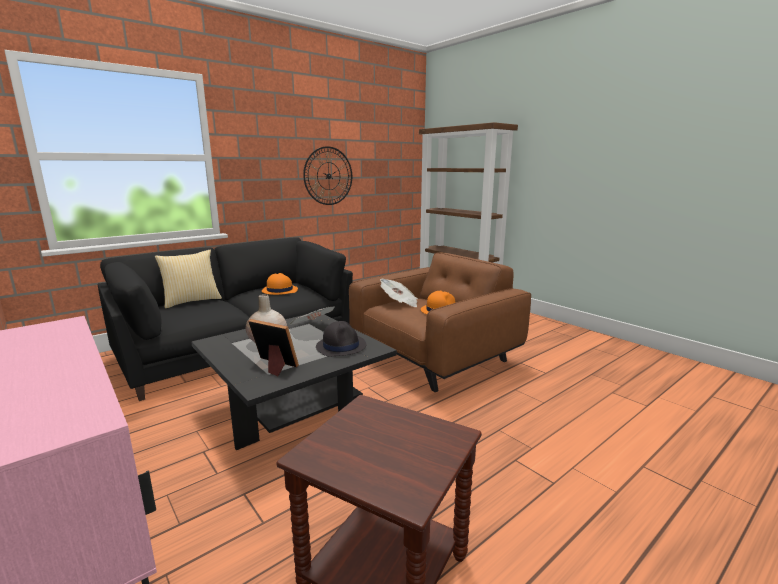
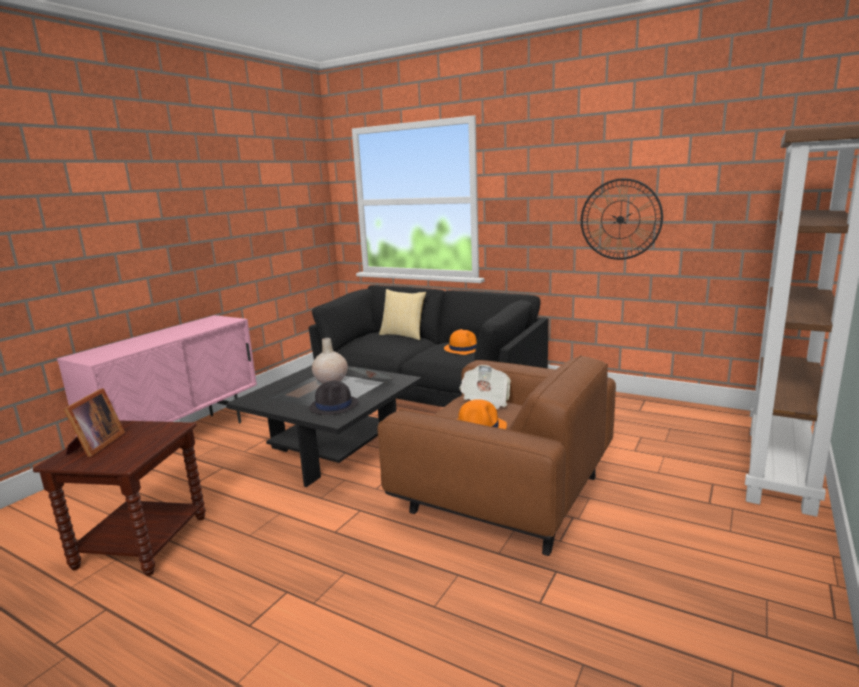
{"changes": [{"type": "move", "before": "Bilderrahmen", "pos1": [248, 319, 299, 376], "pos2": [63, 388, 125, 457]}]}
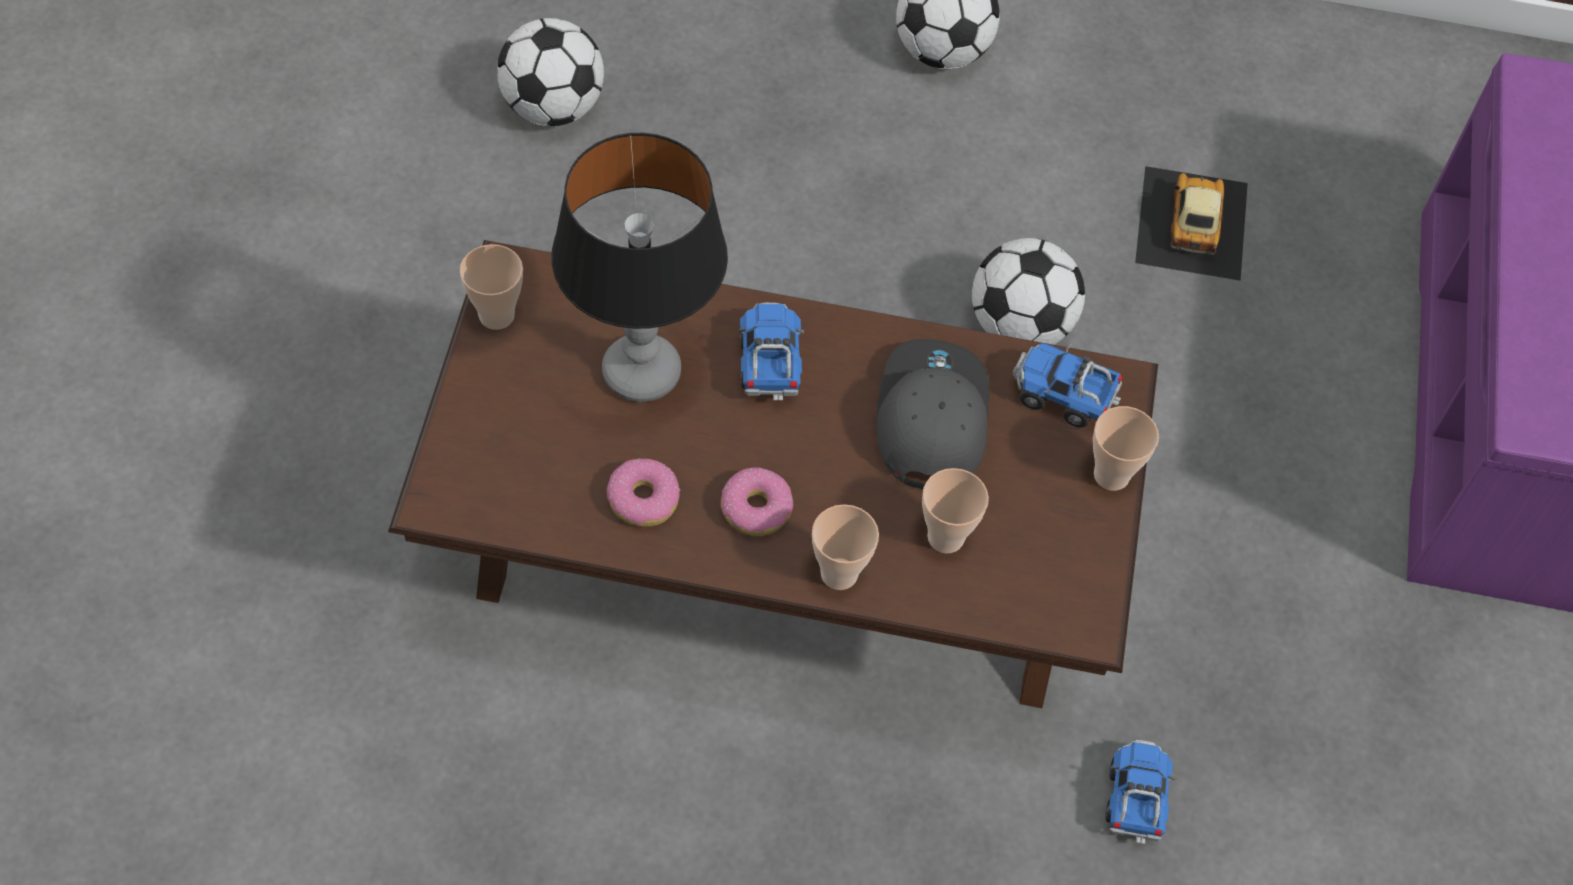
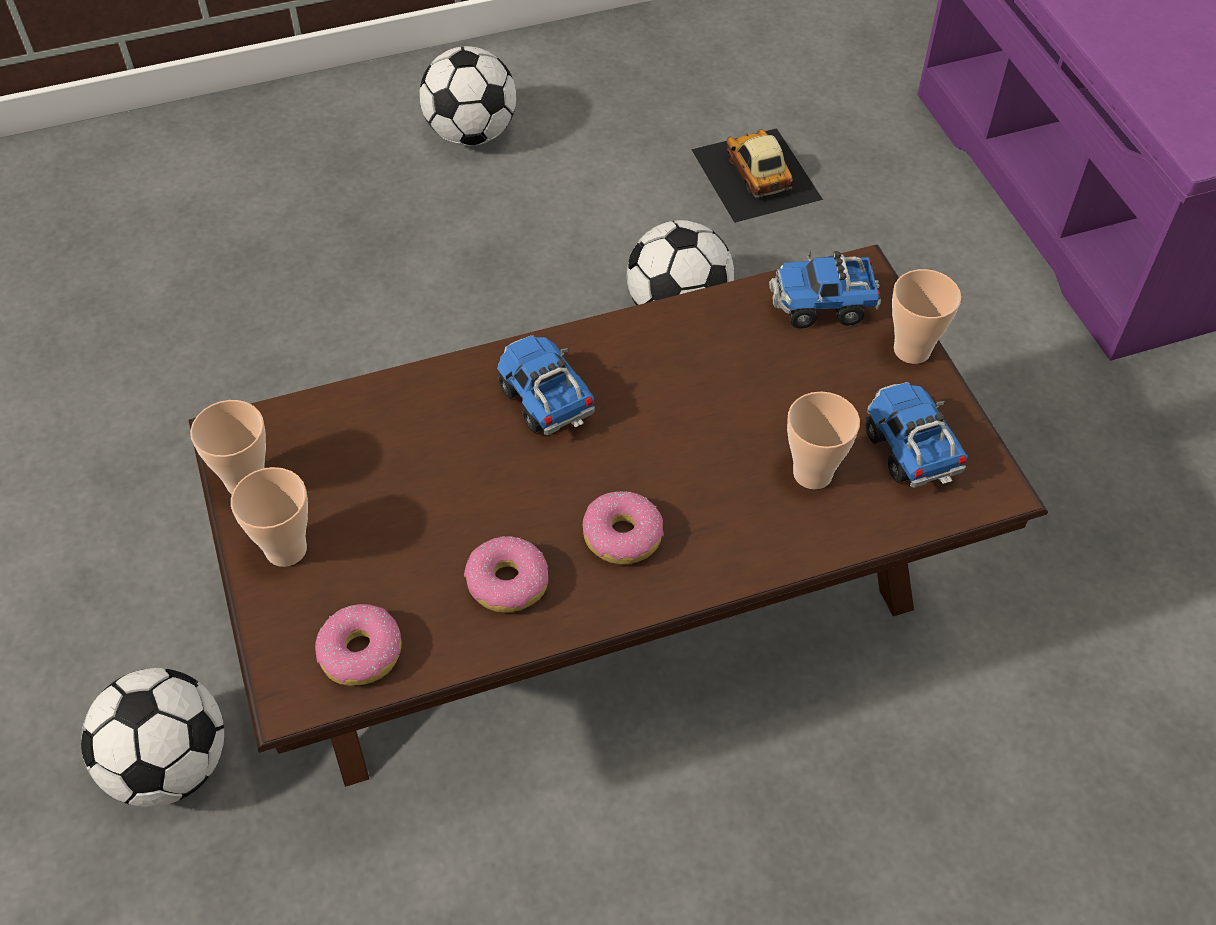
{"changes": [{"type": "move", "before": "Fußball", "pos1": [497, 18, 604, 126], "pos2": [81, 668, 224, 807]}, {"type": "delete", "before": "Tischlampe", "pos1": [552, 133, 728, 402]}, {"type": "delete", "before": "Kappe/grau", "pos1": [876, 339, 989, 489]}, {"type": "move", "before": "Tasse", "pos1": [812, 504, 879, 590], "pos2": [231, 467, 308, 567]}, {"type": "move", "before": "Spielzeuglaster", "pos1": [1106, 740, 1176, 844], "pos2": [865, 382, 968, 488]}, {"type": "insert", "after": "Donut", "pos2": [315, 604, 402, 686]}]}
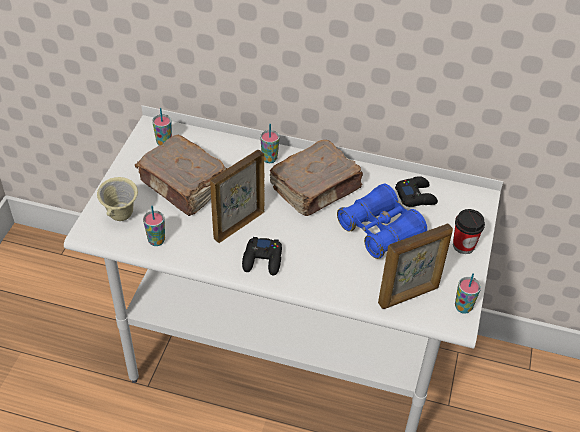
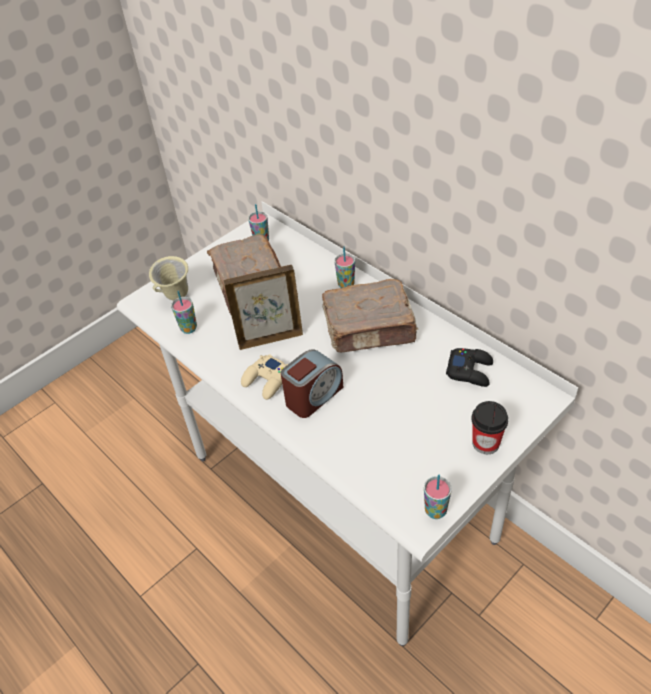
{"changes": [{"type": "delete", "before": "Fernglas/blau", "pos1": [337, 184, 427, 259]}, {"type": "delete", "before": "Bilderrahmen", "pos1": [378, 223, 453, 309]}, {"type": "recolor", "before": "Gamepad/schwarz", "after": "Gamepad/beige", "pos1": [242, 237, 282, 276], "pos2": [241, 354, 288, 400]}, {"type": "insert", "after": "Wecker", "pos2": [281, 349, 343, 418]}]}
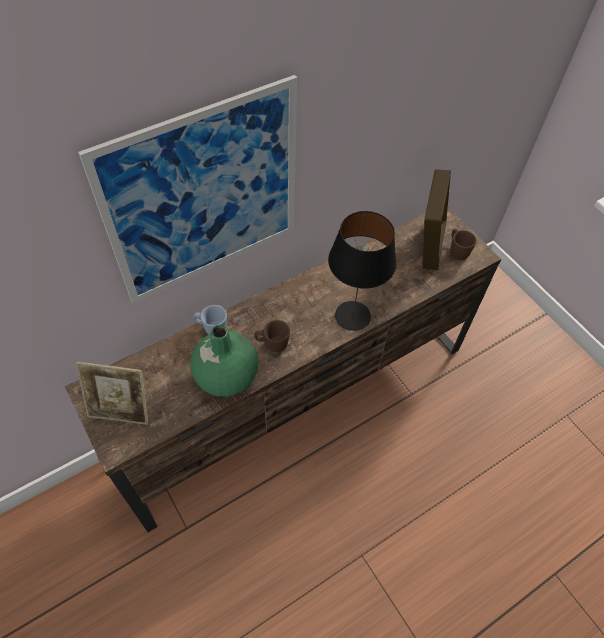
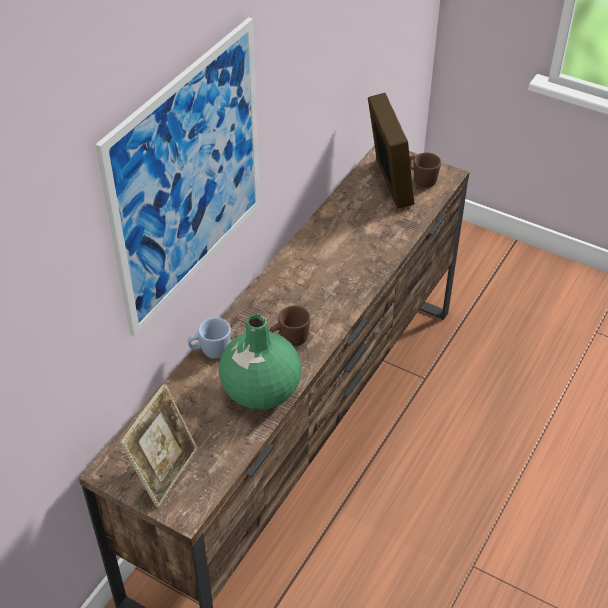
{"changes": [{"type": "delete", "before": "Tischlampe/schwarz", "pos1": [328, 211, 396, 331]}, {"type": "rotate", "before": "Bilderrahmen", "pos1": [76, 362, 148, 425], "pos2": [120, 384, 198, 508], "turn": -45}]}
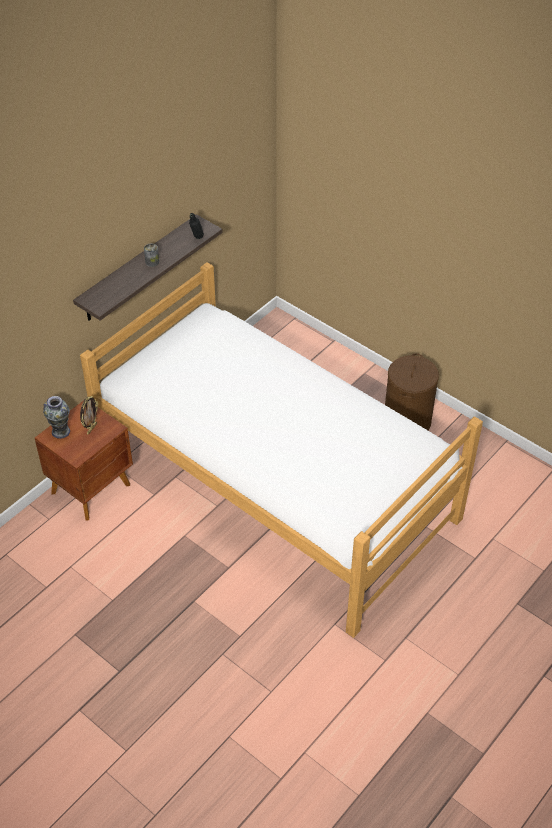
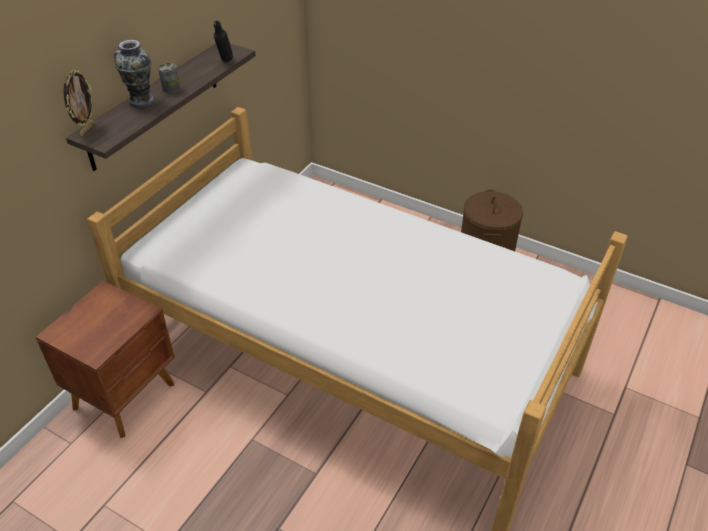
{"changes": [{"type": "move", "before": "Vase", "pos1": [43, 396, 70, 439], "pos2": [114, 40, 155, 108]}, {"type": "move", "before": "Bilderrahmen", "pos1": [80, 396, 98, 435], "pos2": [63, 70, 95, 136]}]}
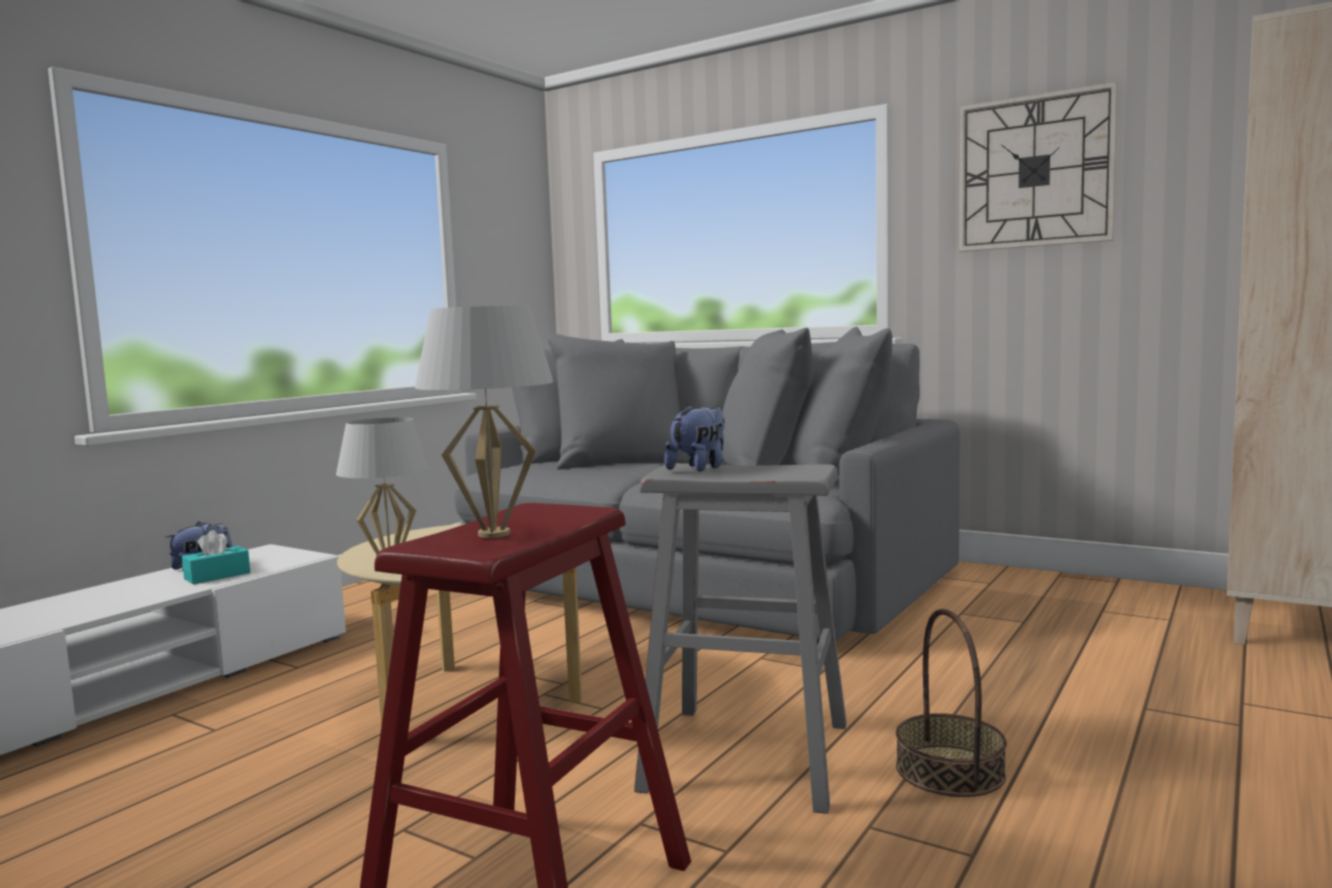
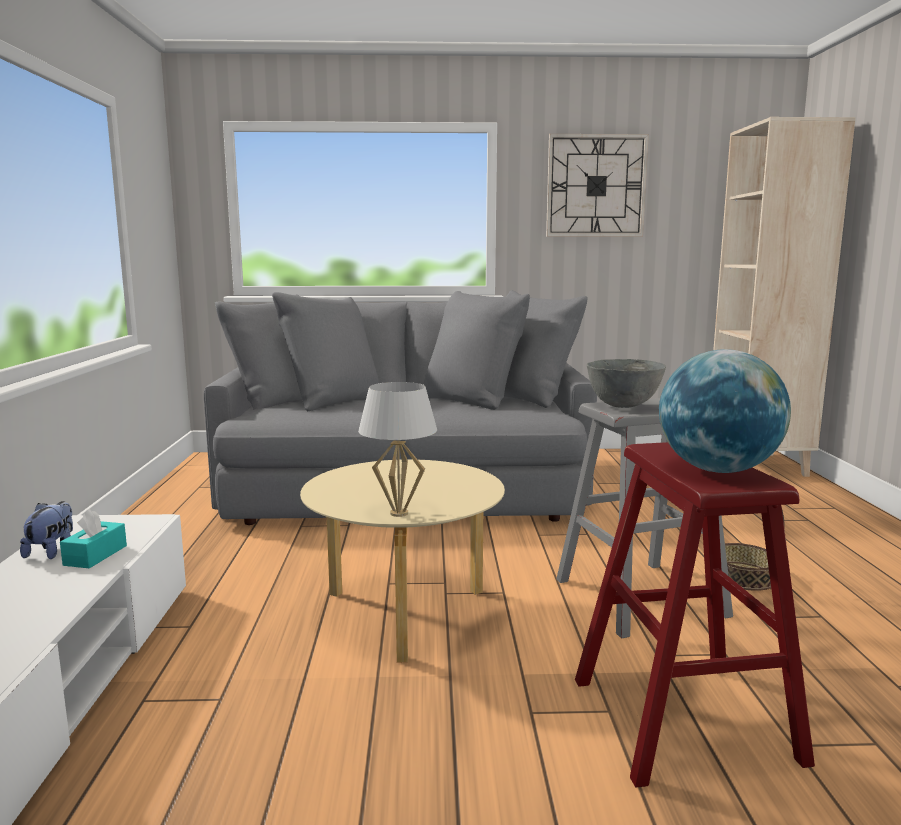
{"changes": [{"type": "replace", "before": "Tischlampe/weiß", "after": "Globus", "pos1": [415, 306, 554, 538], "pos2": [659, 349, 791, 473]}, {"type": "replace", "before": "Plüschtier", "after": "Schüssel/grau", "pos1": [664, 404, 725, 472], "pos2": [587, 359, 666, 408]}]}
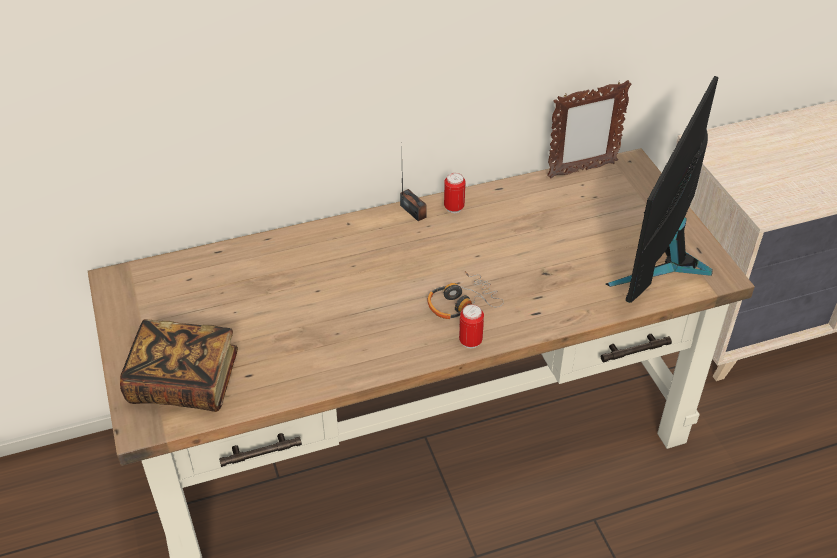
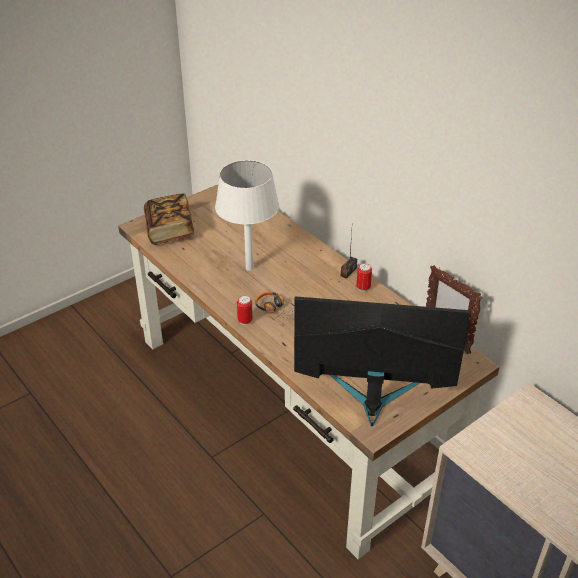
{"changes": [{"type": "insert", "after": "Tischlampe/weiß", "pos2": [215, 160, 279, 271]}]}
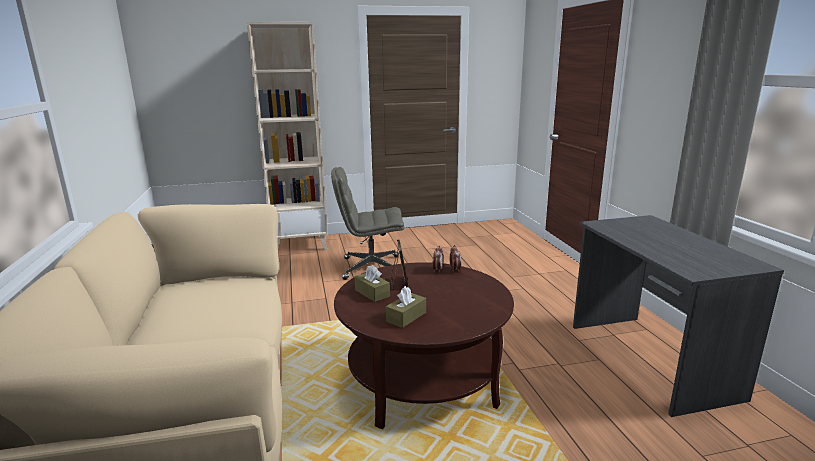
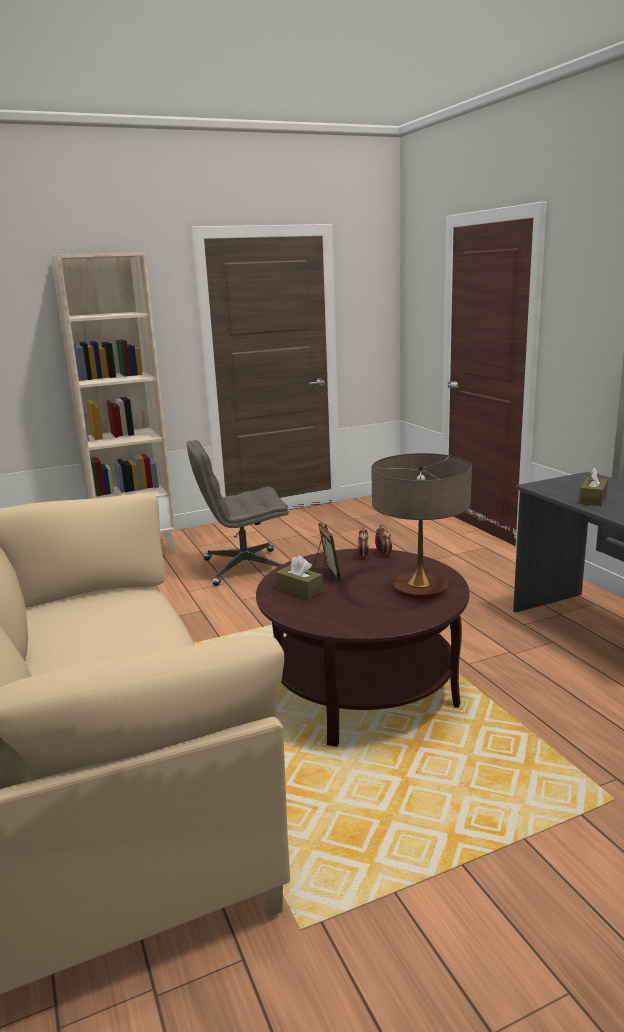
{"changes": [{"type": "move", "before": "Taschentuchbox/braun", "pos1": [386, 286, 426, 328], "pos2": [579, 468, 608, 506]}, {"type": "insert", "after": "Tischlampe", "pos2": [371, 453, 472, 599]}]}
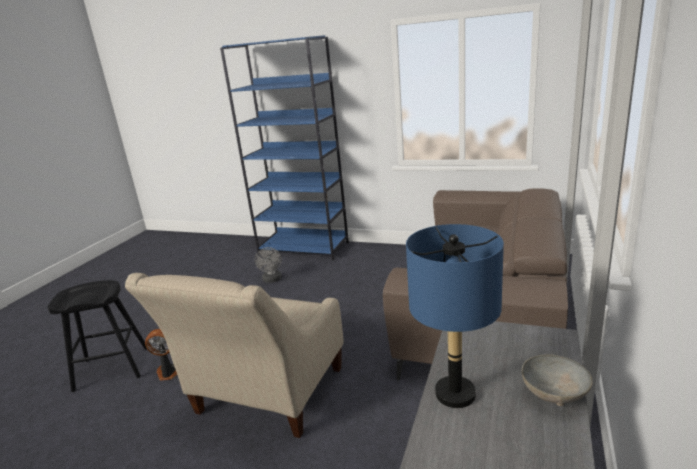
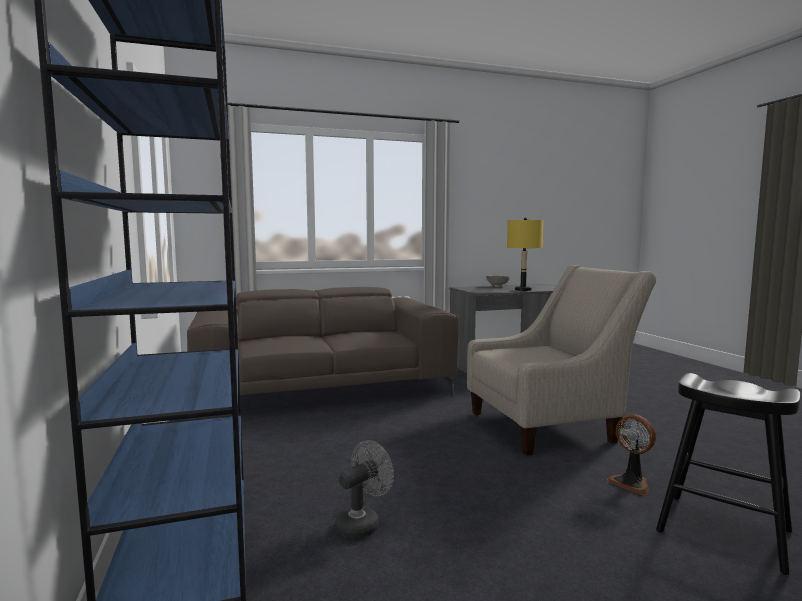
{"changes": [{"type": "recolor", "before": "Tischlampe/blau", "after": "Tischlampe/gelb", "pos1": [406, 224, 504, 408], "pos2": [507, 218, 543, 291]}]}
